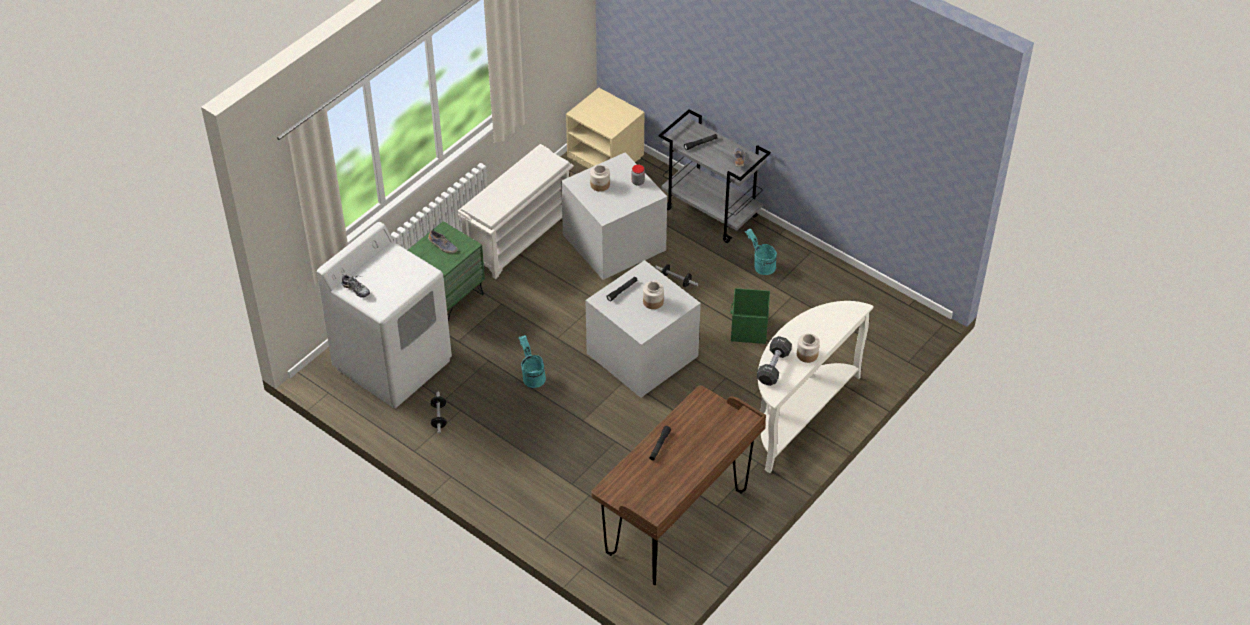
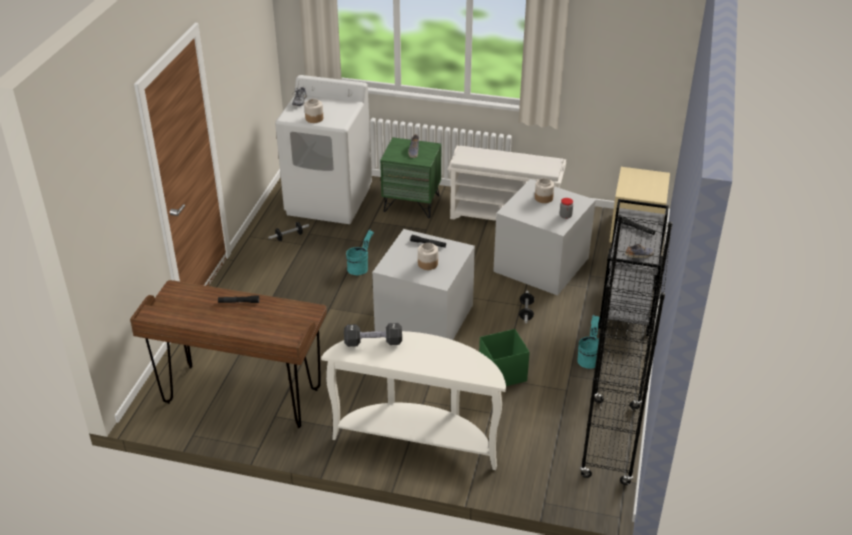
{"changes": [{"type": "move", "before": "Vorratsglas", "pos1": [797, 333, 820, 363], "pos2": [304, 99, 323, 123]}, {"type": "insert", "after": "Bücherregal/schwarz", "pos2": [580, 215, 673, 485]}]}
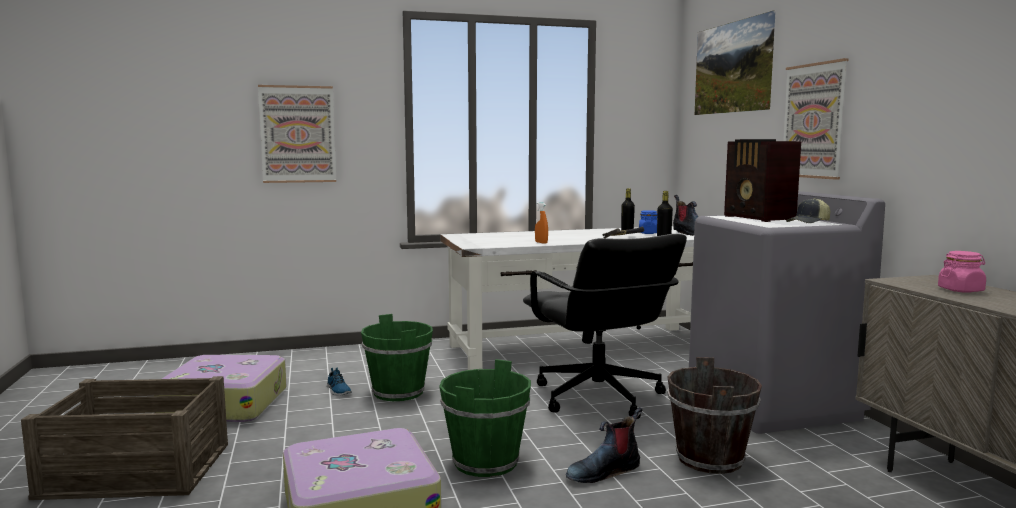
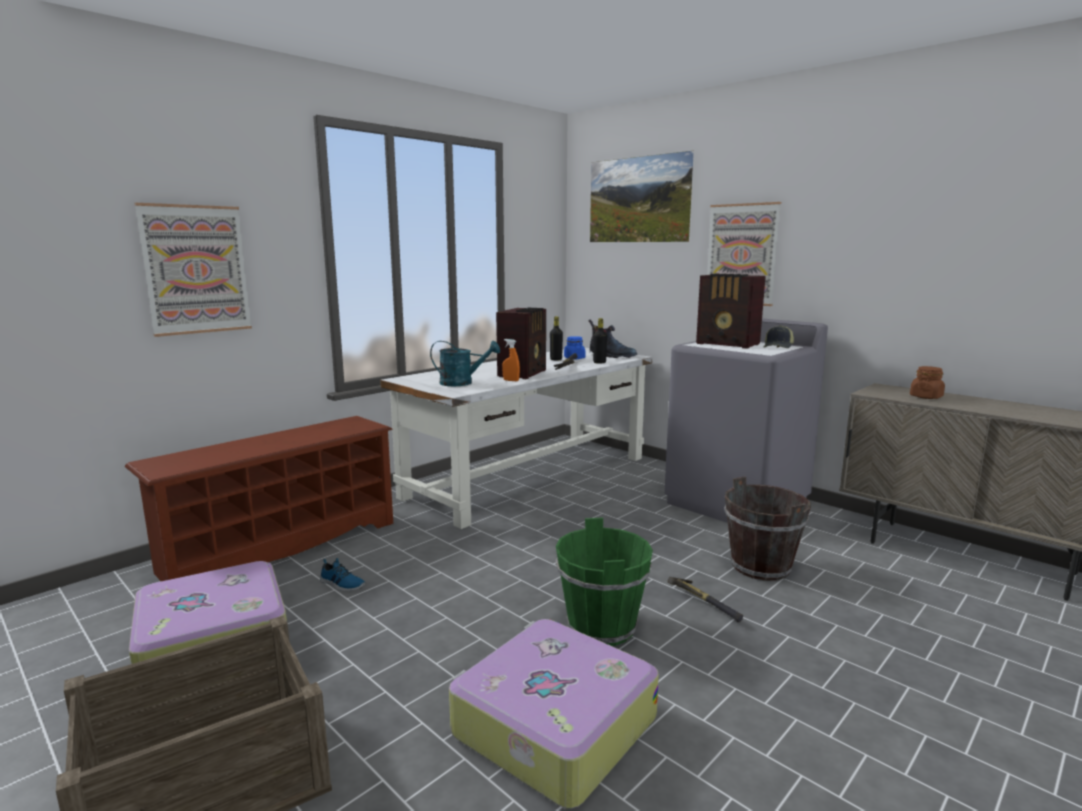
{"changes": [{"type": "delete", "before": "Bürostuhl/schwarz", "pos1": [523, 234, 687, 419]}, {"type": "recolor", "before": "Vorratsglas/rosa", "after": "Vorratsglas/braun", "pos1": [938, 251, 986, 293], "pos2": [910, 366, 945, 399]}, {"type": "delete", "before": "Eimer/grün", "pos1": [361, 314, 433, 401]}, {"type": "replace", "before": "Stiefel", "after": "Hammer", "pos1": [566, 407, 642, 483], "pos2": [668, 577, 743, 622]}, {"type": "insert", "after": "Radio", "pos2": [496, 308, 546, 379]}, {"type": "insert", "after": "Gießkanne/türkis", "pos2": [430, 341, 500, 386]}, {"type": "insert", "after": "Schuhregal/braun", "pos2": [125, 416, 393, 581]}]}
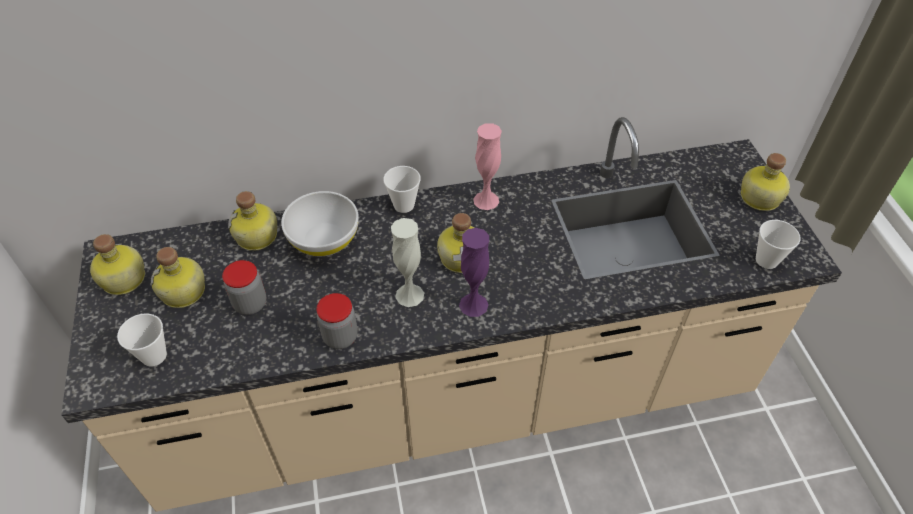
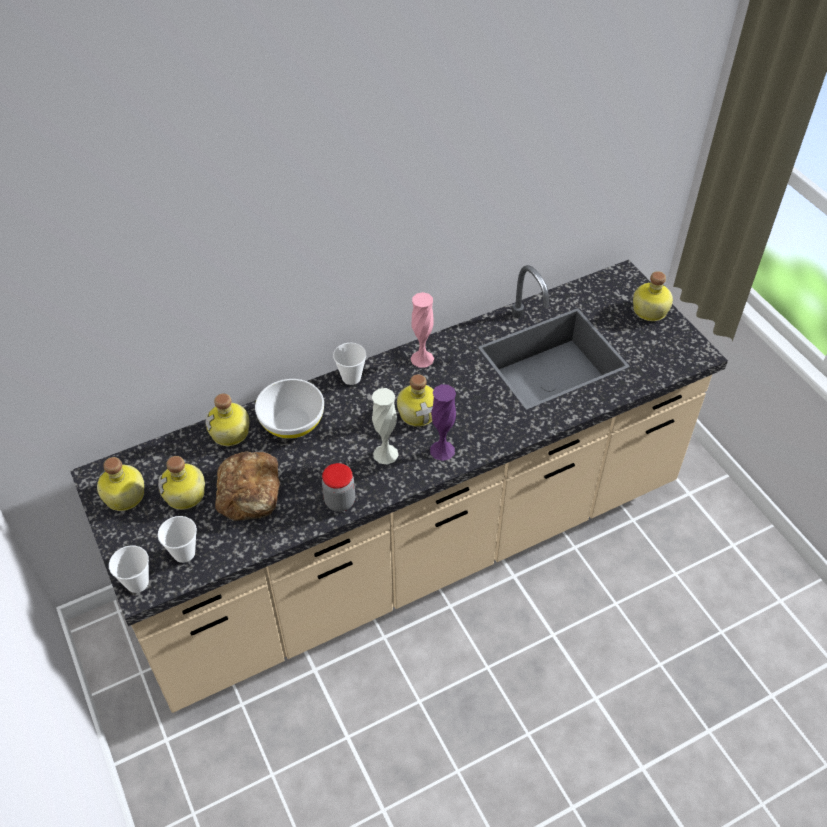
{"changes": [{"type": "move", "before": "Tasse", "pos1": [756, 220, 801, 269], "pos2": [109, 545, 149, 593]}, {"type": "replace", "before": "Vorratsglas", "after": "Brot", "pos1": [222, 260, 266, 315], "pos2": [215, 451, 280, 521]}]}
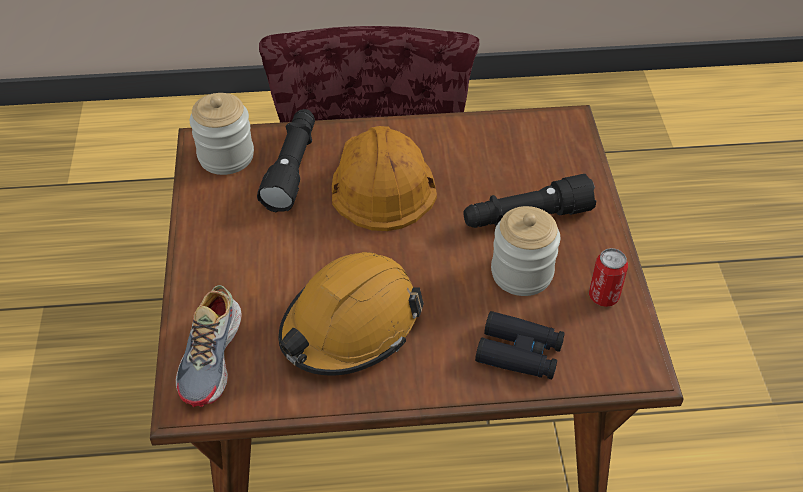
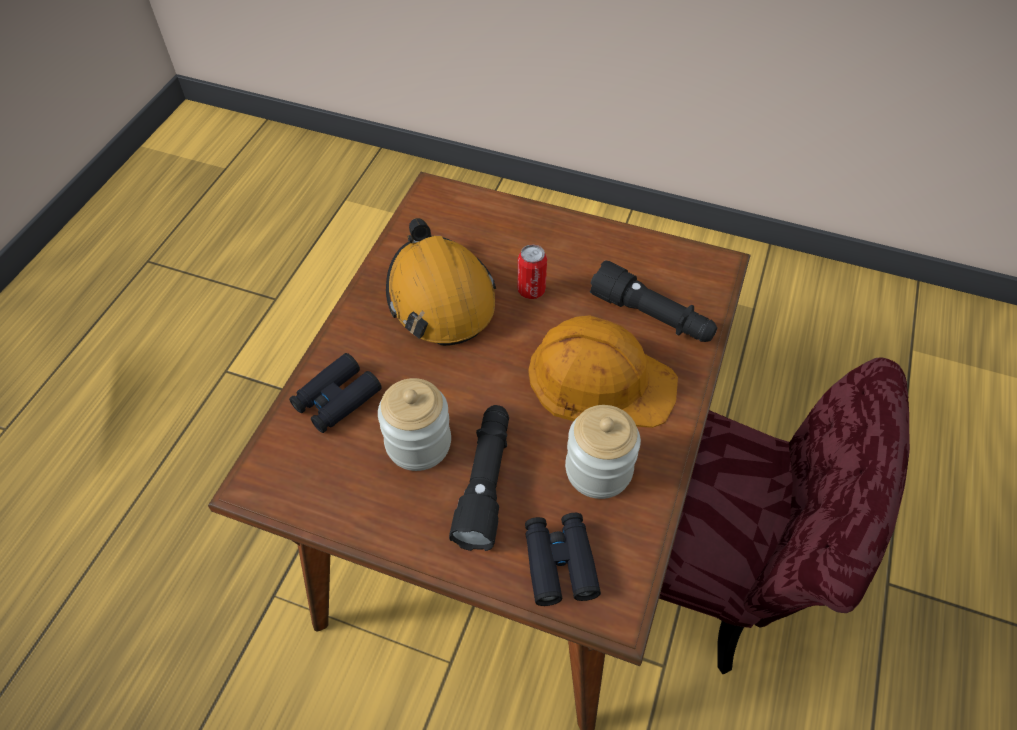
{"changes": [{"type": "move", "before": "Vorratsglas", "pos1": [190, 93, 254, 175], "pos2": [565, 405, 641, 499]}, {"type": "move", "before": "Dose", "pos1": [589, 248, 628, 307], "pos2": [517, 245, 547, 299]}, {"type": "delete", "before": "Schuh", "pos1": [176, 285, 242, 407]}, {"type": "insert", "after": "Fernglas/schwarz", "pos2": [525, 513, 601, 606]}]}
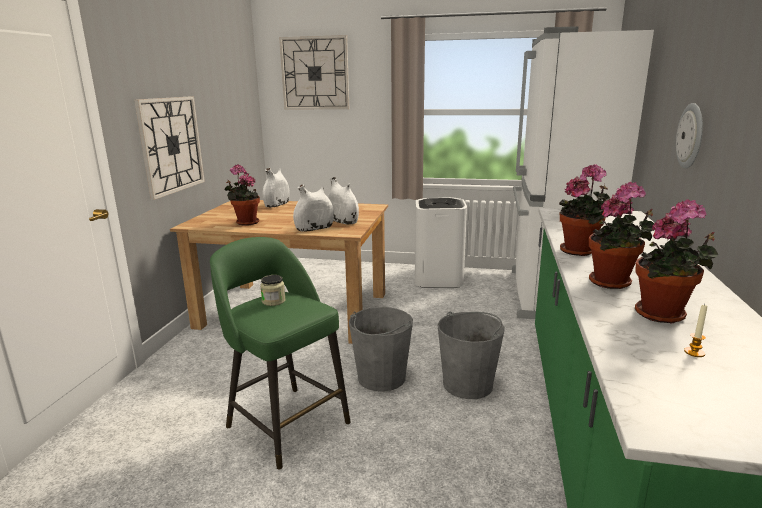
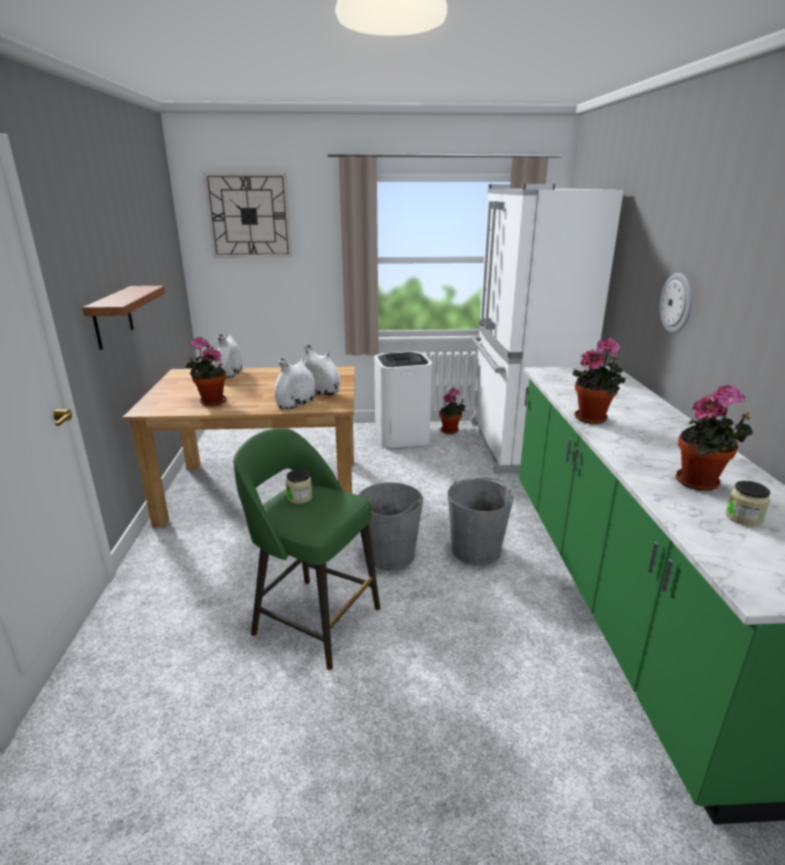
{"changes": [{"type": "replace", "before": "Wanduhr", "after": "Wandregal", "pos1": [134, 96, 205, 200], "pos2": [82, 286, 166, 350]}, {"type": "move", "before": "Topfpflanze", "pos1": [589, 182, 655, 289], "pos2": [439, 388, 465, 434]}, {"type": "replace", "before": "Kerze", "after": "Vorratsglas", "pos1": [684, 304, 707, 357], "pos2": [726, 481, 770, 527]}]}
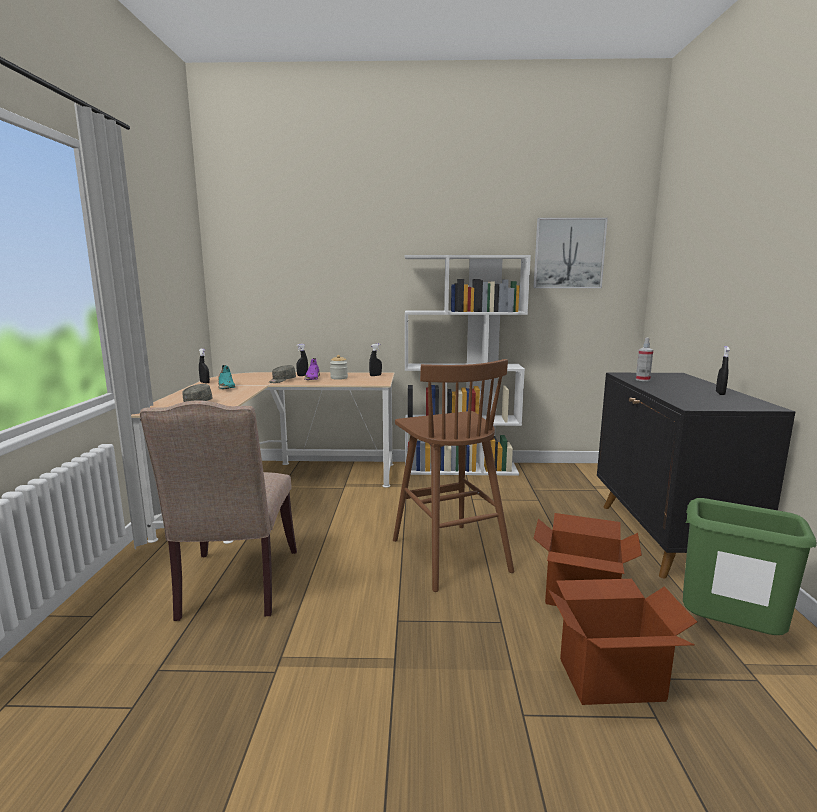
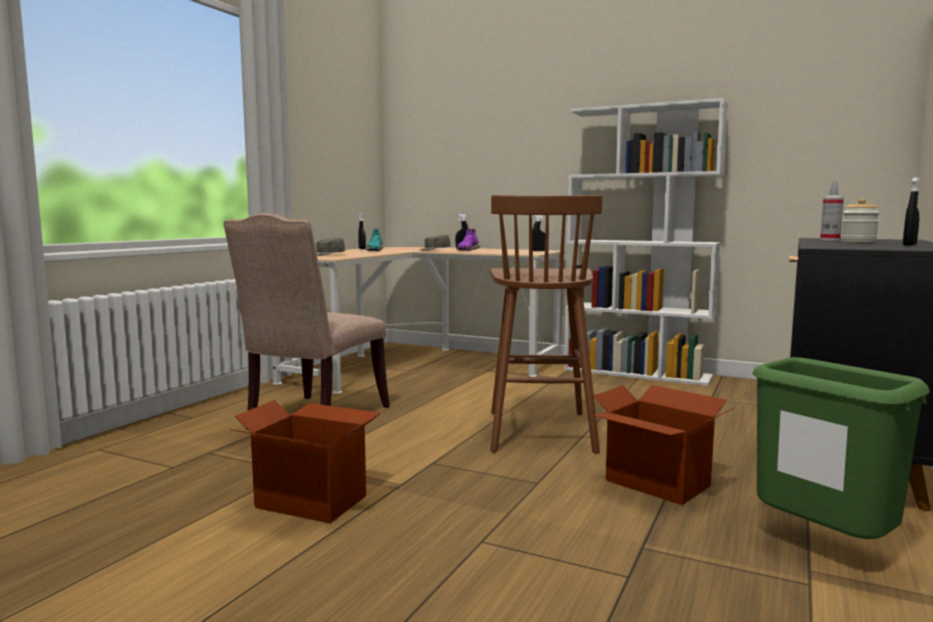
{"changes": [{"type": "delete", "before": "Bild", "pos1": [534, 218, 608, 288]}, {"type": "move", "before": "Vorratsglas", "pos1": [330, 355, 348, 380], "pos2": [841, 198, 880, 242]}, {"type": "move", "before": "Karton", "pos1": [548, 579, 697, 705], "pos2": [229, 400, 381, 523]}]}
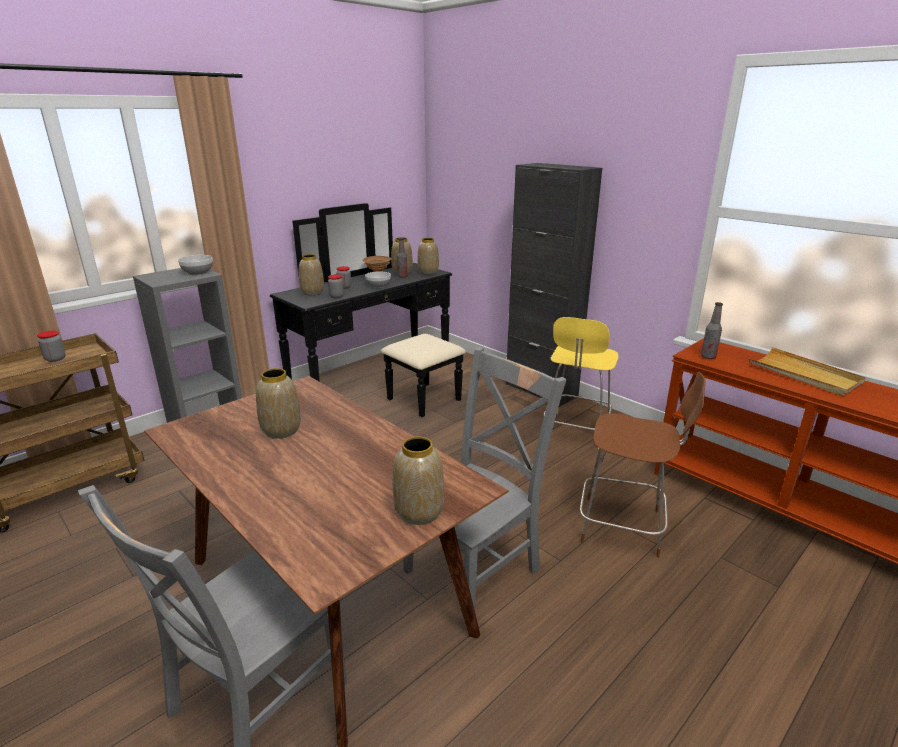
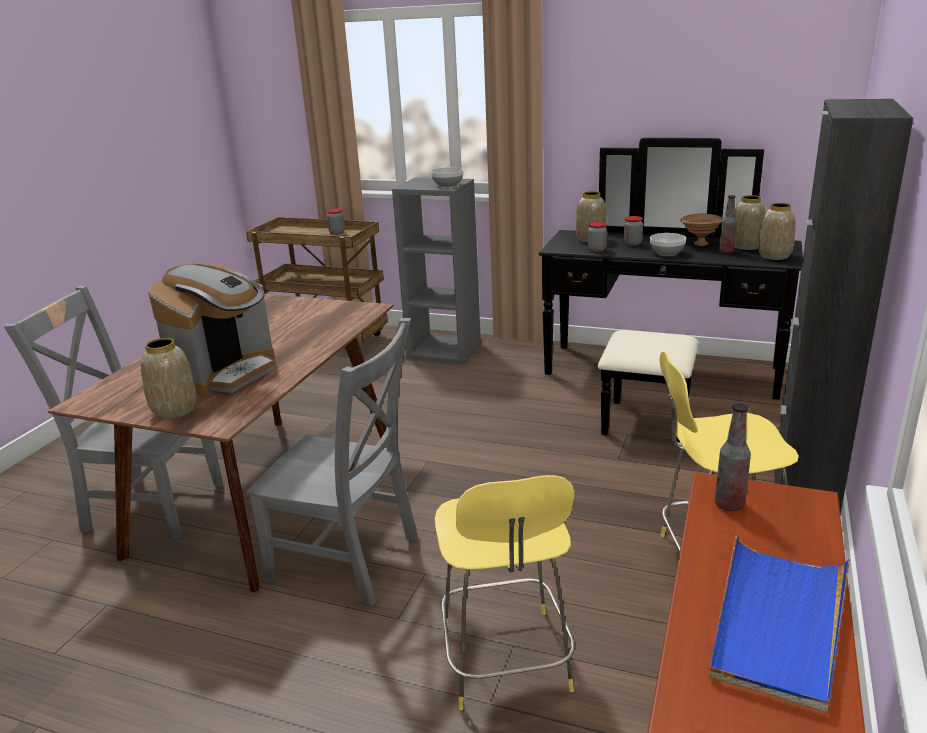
{"changes": [{"type": "recolor", "before": "Tablett/beige", "after": "Tablett/blau", "pos1": [749, 347, 866, 396], "pos2": [709, 534, 850, 713]}, {"type": "delete", "before": "Vase", "pos1": [256, 368, 301, 439]}, {"type": "recolor", "before": "Hocker/braun", "after": "Hocker/gelb", "pos1": [580, 372, 706, 558], "pos2": [435, 475, 575, 710]}, {"type": "insert", "after": "Kaffeemaschine", "pos2": [148, 264, 276, 397]}]}
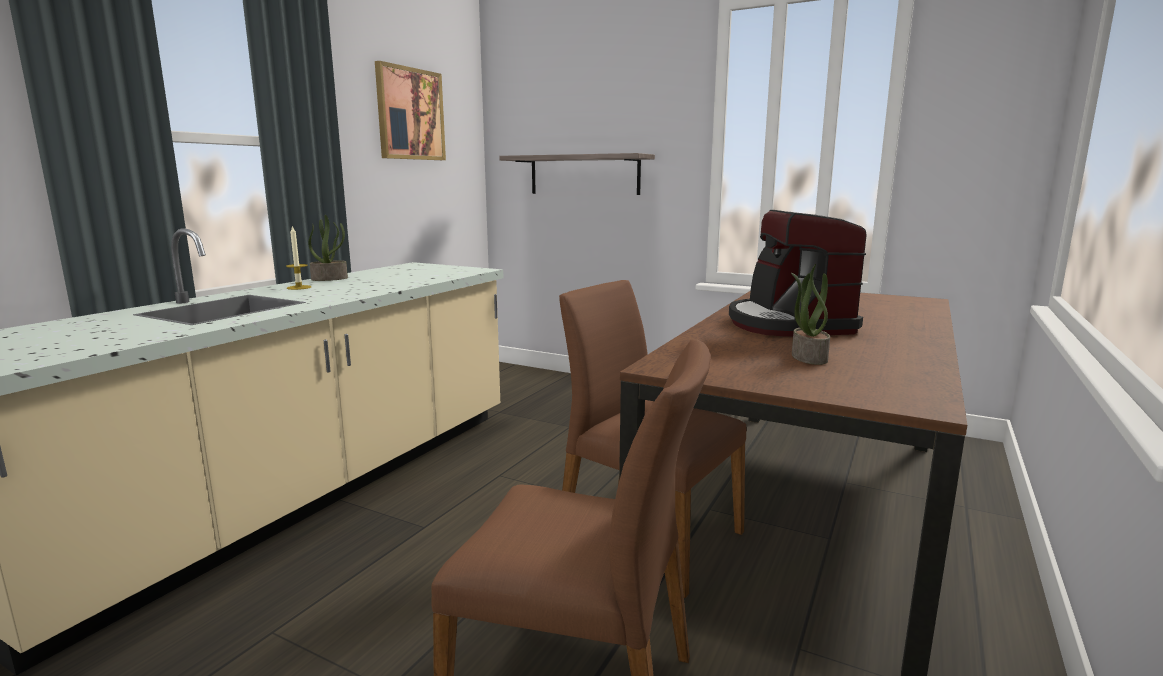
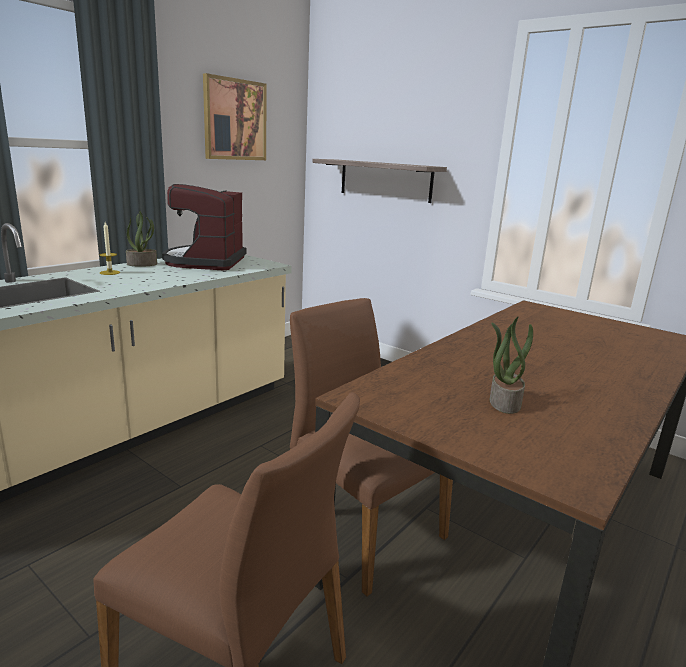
{"changes": [{"type": "move", "before": "Kaffeemaschine", "pos1": [729, 210, 867, 337], "pos2": [162, 184, 246, 270]}]}
